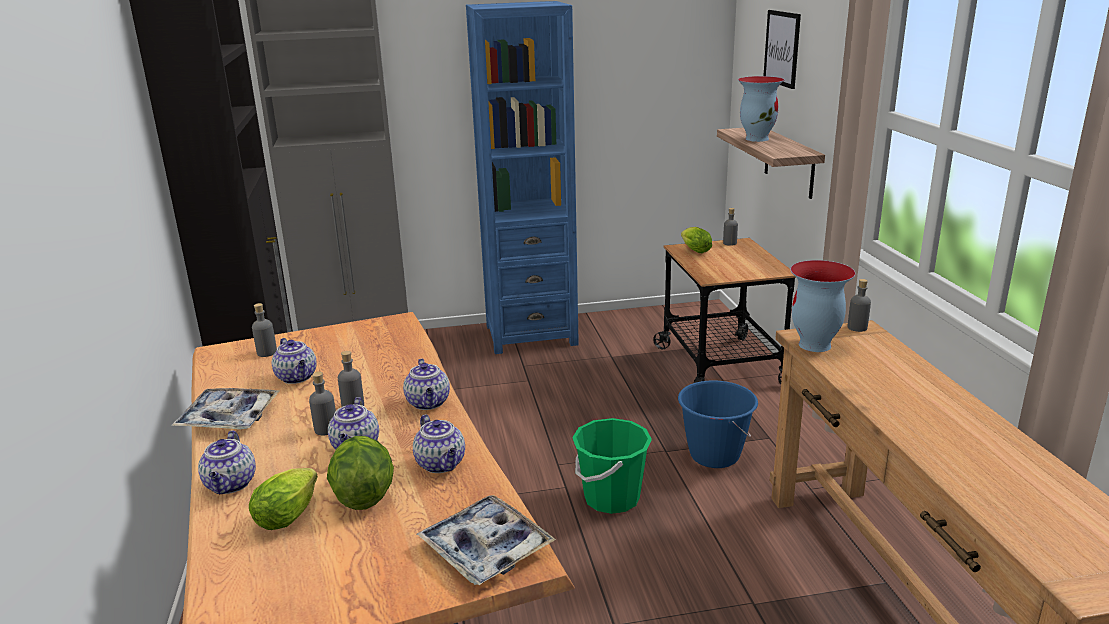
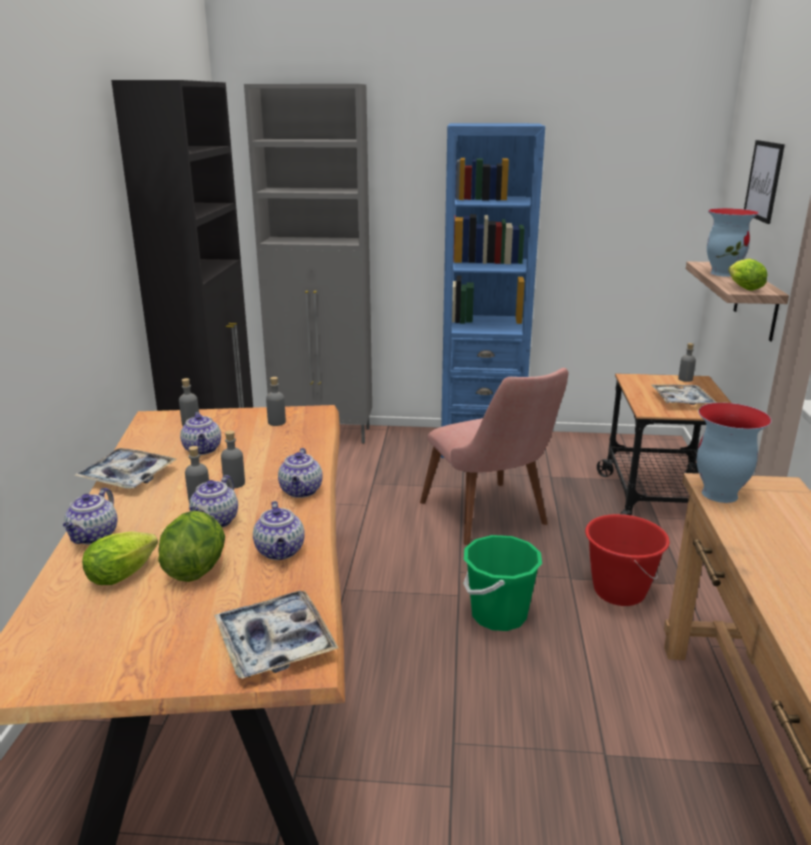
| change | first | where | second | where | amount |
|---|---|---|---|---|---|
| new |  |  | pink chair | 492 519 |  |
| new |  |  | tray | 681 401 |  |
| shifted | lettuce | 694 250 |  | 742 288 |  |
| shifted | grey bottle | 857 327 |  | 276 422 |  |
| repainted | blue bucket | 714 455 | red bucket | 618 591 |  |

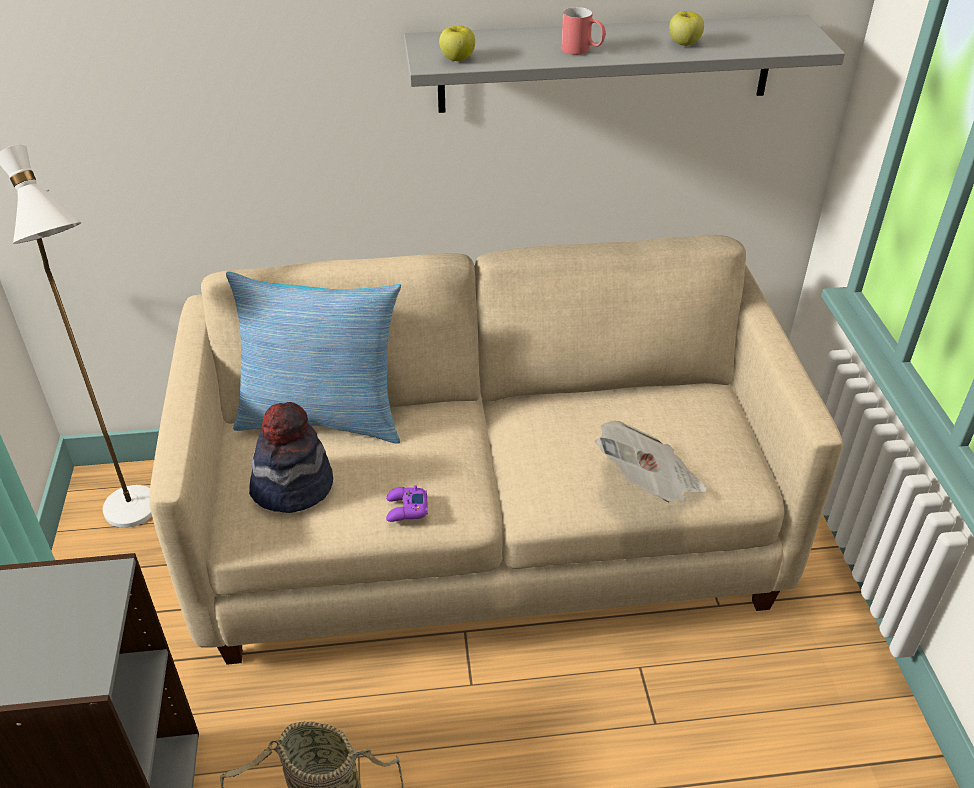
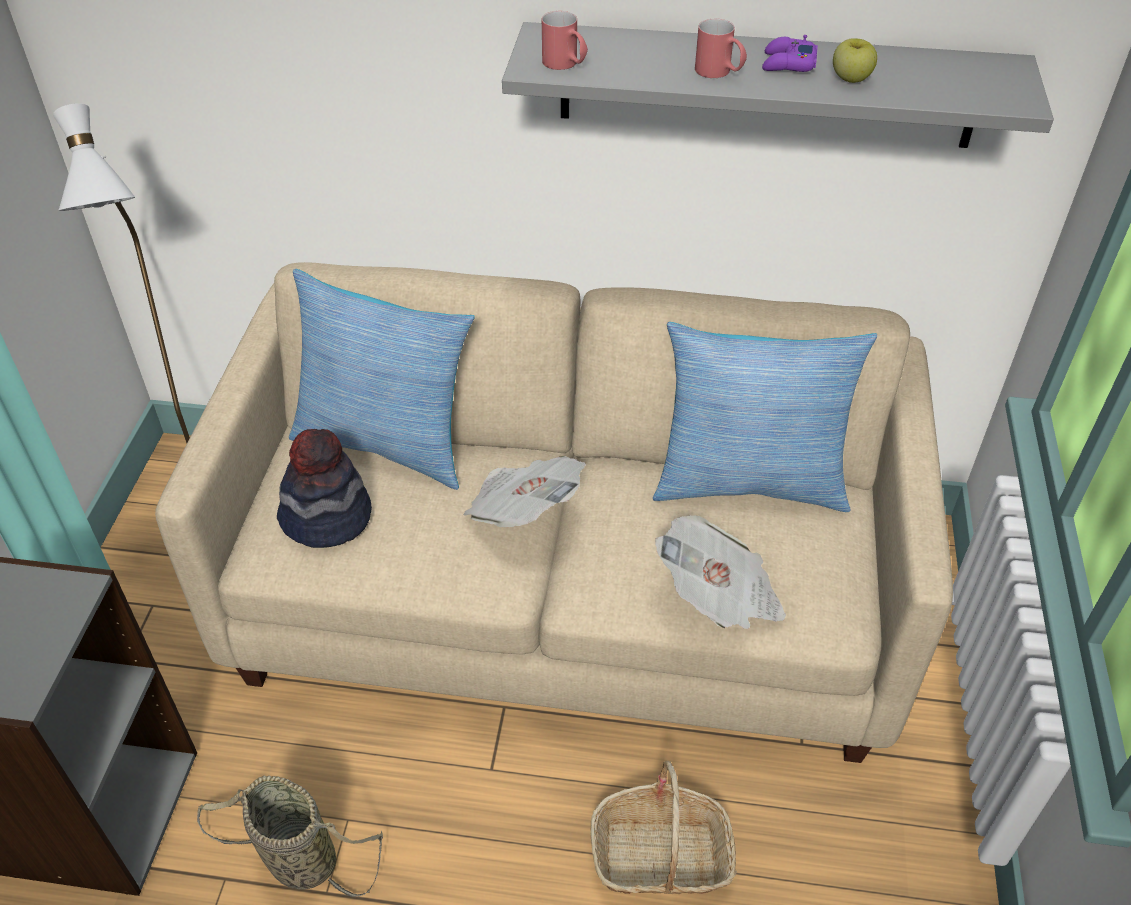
| change | first | where | second | where | amount |
|---|---|---|---|---|---|
| new |  |  | newspaper | 524 510 |  |
| new |  |  | basket | 661 856 |  |
| new |  |  | pillow | 749 481 |  |
| shifted | purple game controller | 406 509 |  | 788 64 |  |
| swapped | apple | 457 58 | red mug | 566 65 |  |

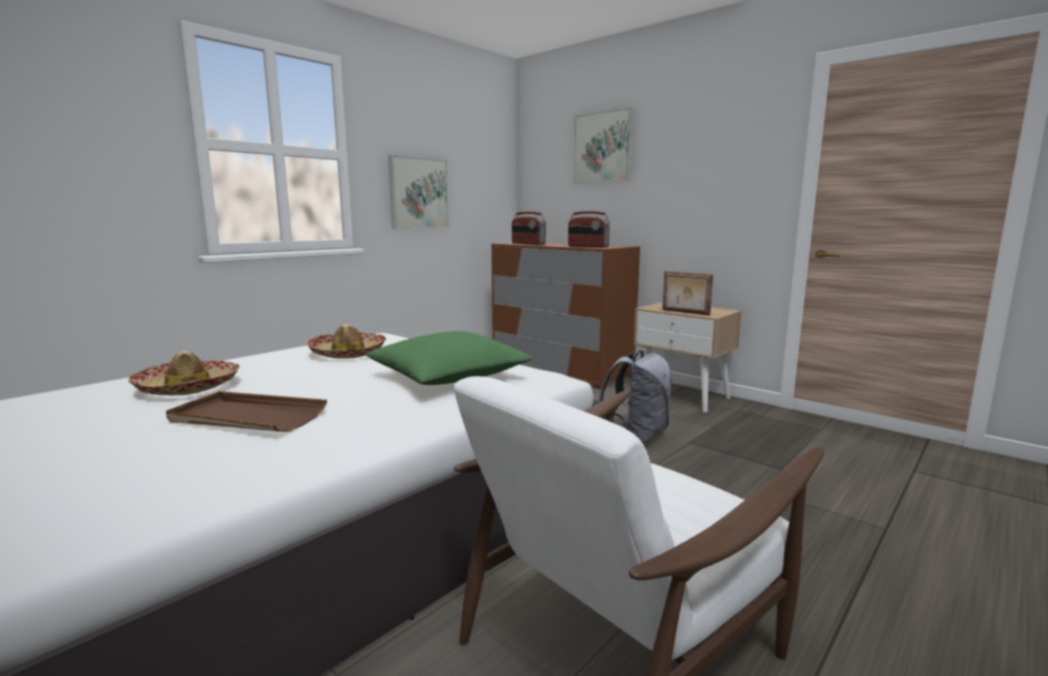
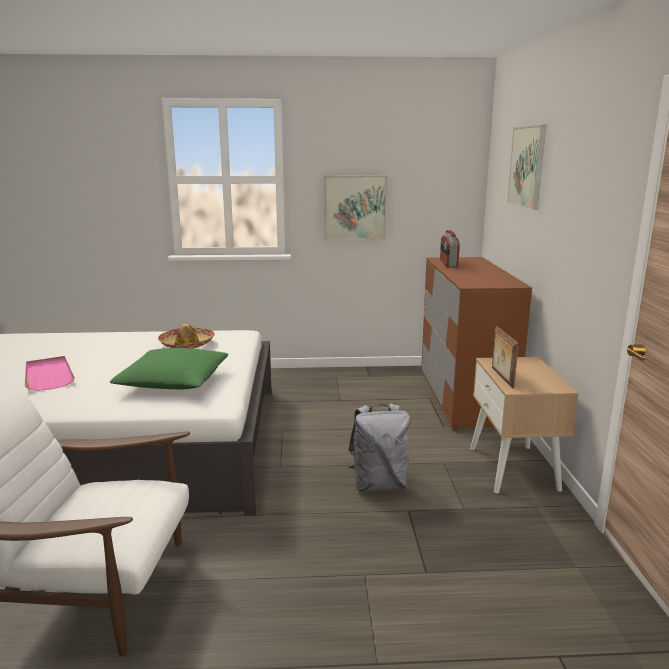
| change | first | where | second | where | amount |
|---|---|---|---|---|---|
| gone | hat | 188 387 |  |  |  |
| gone | radio | 587 247 |  |  |  |
| repainted | brown tray | 247 417 | pink tray | 48 376 |  |

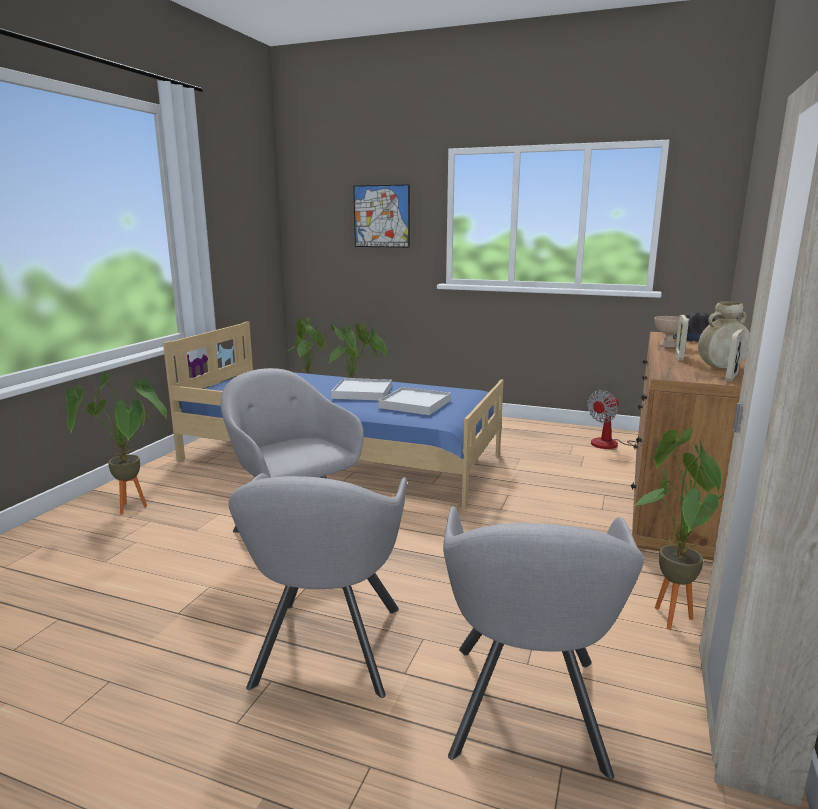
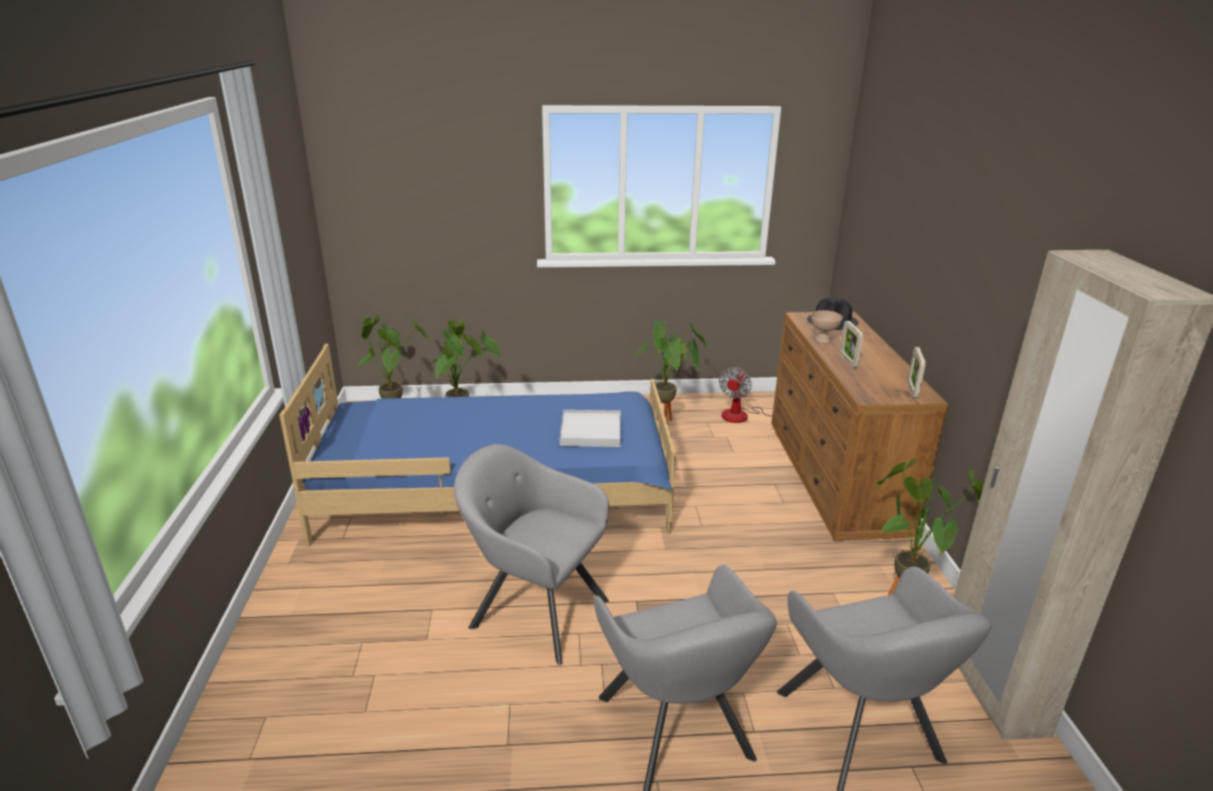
| change | first | where | second | where | amount |
|---|---|---|---|---|---|
| gone | white tray | 362 392 |  |  |  |
| gone | picture | 381 216 |  |  |  |
| gone | beige vase | 721 368 |  |  |  |
| shifted | potted plant | 132 511 |  | 668 425 |  |

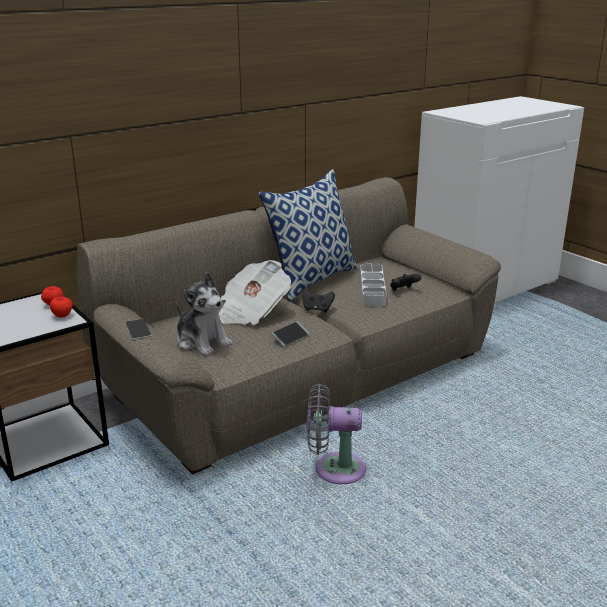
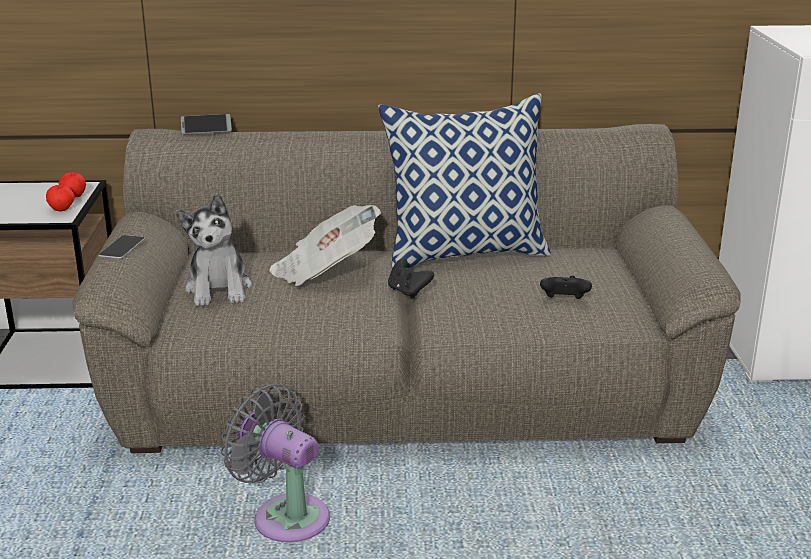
| change | first | where | second | where | amount |
|---|---|---|---|---|---|
| gone | grey tray | 372 289 |  |  |  |
| shifted | phone | 290 337 |  | 206 129 |  |

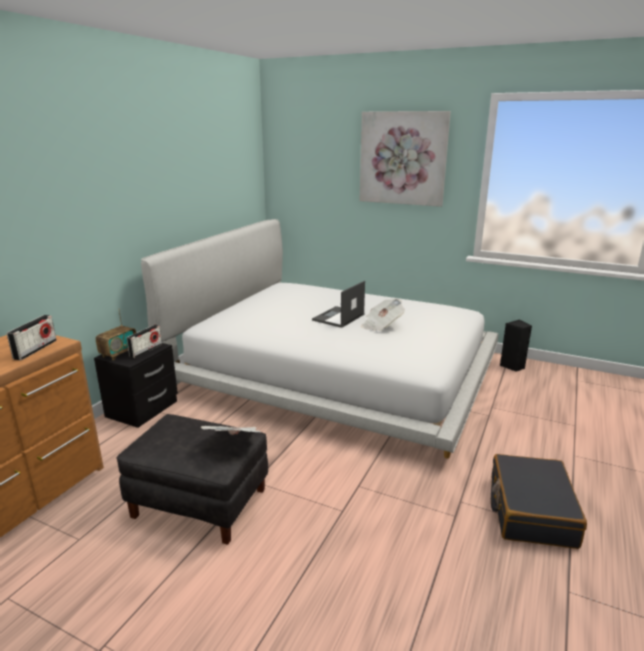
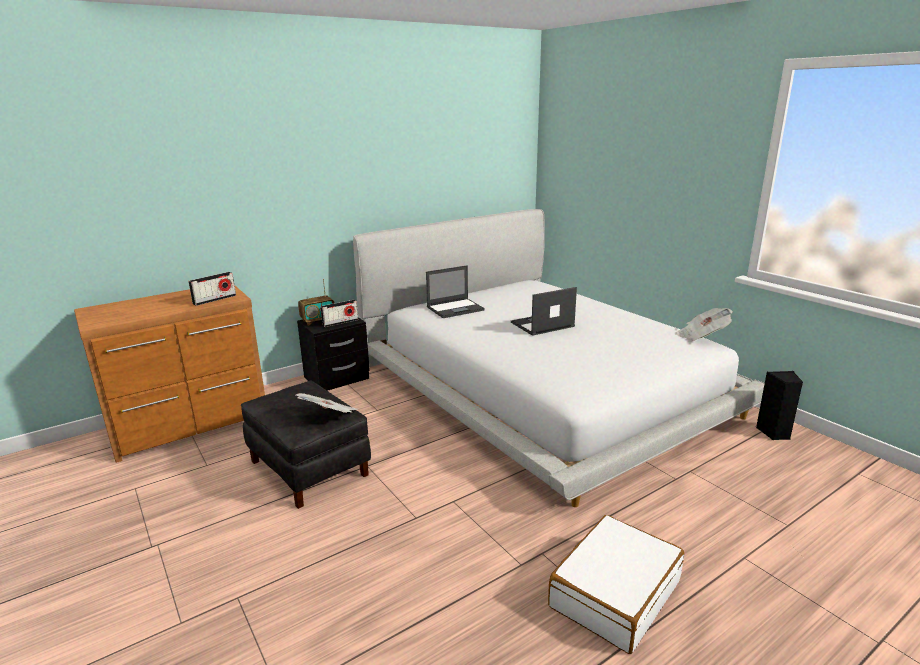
| change | first | where | second | where | amount |
|---|---|---|---|---|---|
| gone | picture | 402 158 |  |  |  |
| new |  |  | laptop | 456 308 |  |
| shifted | newspaper | 381 325 |  | 701 336 |  |
| repainted | black suitcase | 530 511 | white suitcase | 614 593 |  |

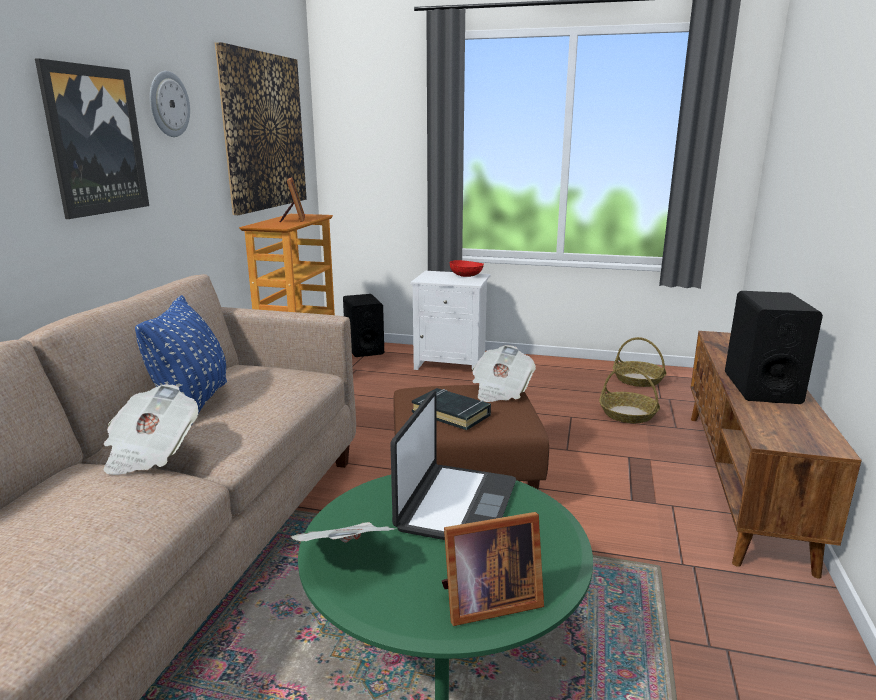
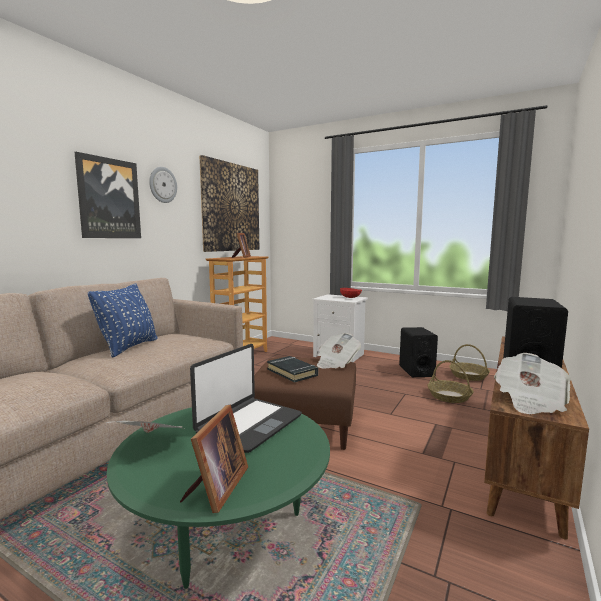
| change | first | where | second | where | amount |
|---|---|---|---|---|---|
| shifted | newspaper | 150 452 |  | 529 401 |  |
| shifted | black speaker | 364 349 |  | 416 371 |  |
| rotated | picture frame | 486 602 |  | 216 488 | 75 degrees counterclockwise |

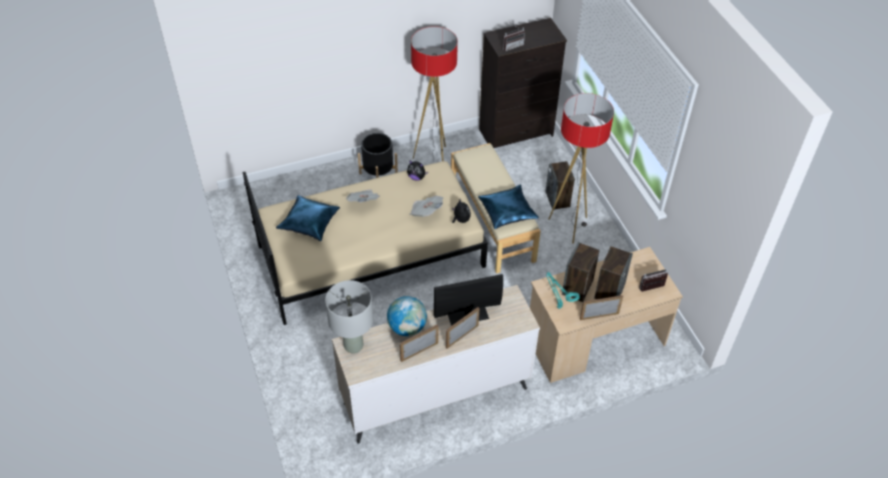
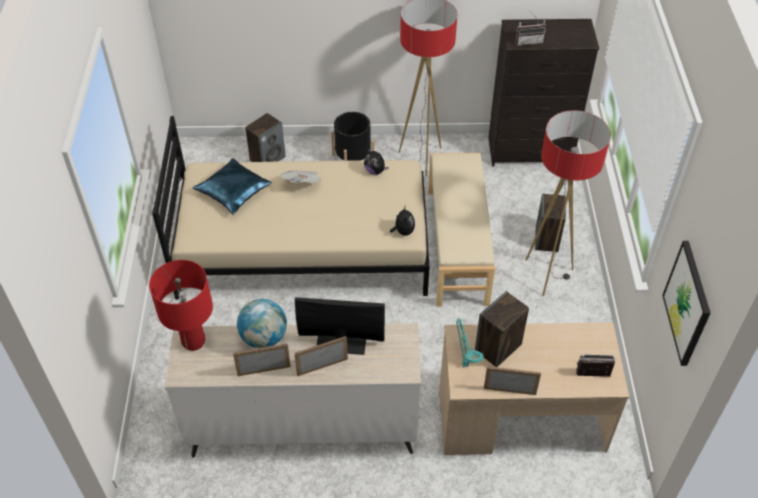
| change | first | where | second | where | amount |
|---|---|---|---|---|---|
| gone | newspaper | 426 212 |  |  |  |
| gone | blue pillow | 507 211 |  |  |  |
| new |  |  | picture | 687 303 |  |
| shifted | speaker | 609 291 |  | 267 158 |  |
| repainted | grey table lamp | 353 345 | red table lamp | 193 341 |  |

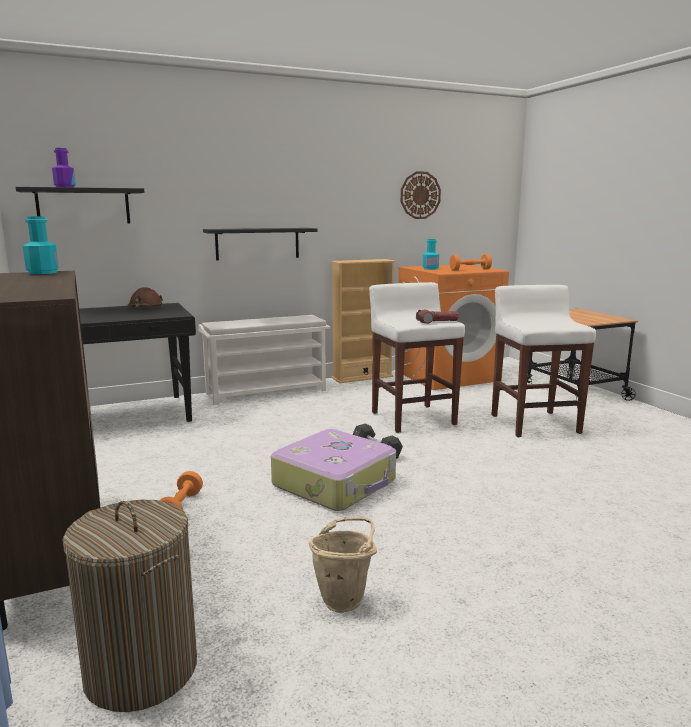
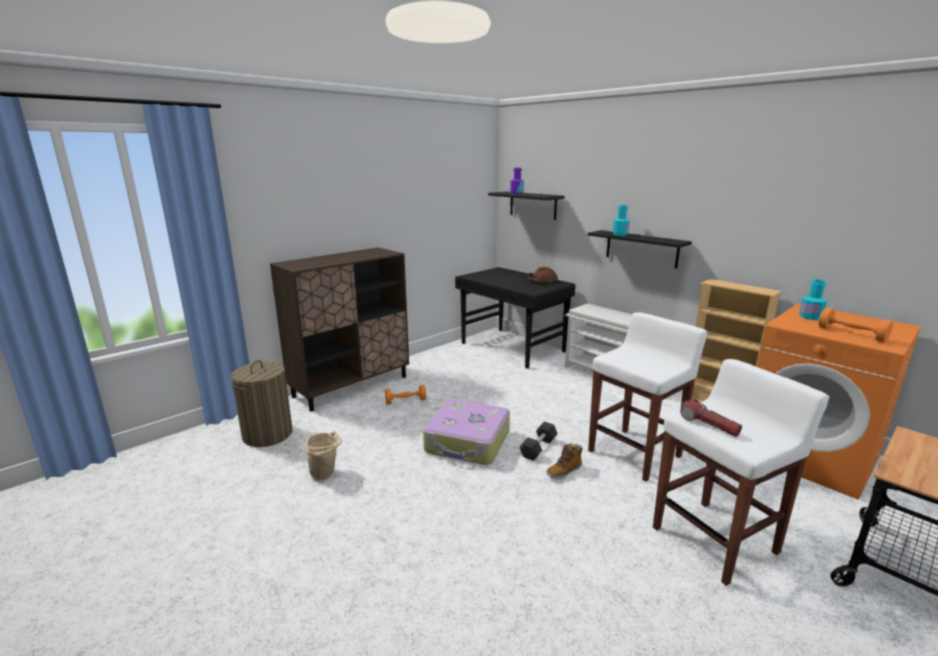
| change | first | where | second | where | amount |
|---|---|---|---|---|---|
| gone | wall clock | 420 195 |  |  |  |
| new |  |  | boot | 564 471 |  |
| shifted | turquoise bottle | 43 272 |  | 620 234 |  |
| shifted | flashlight | 437 322 |  | 708 425 |  |

